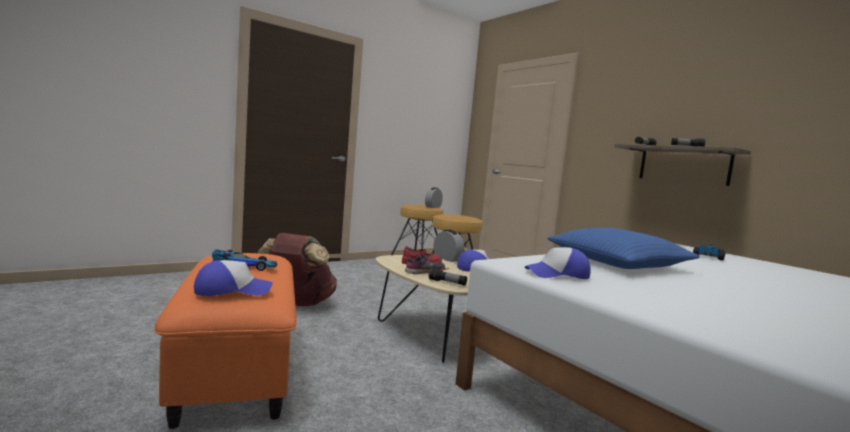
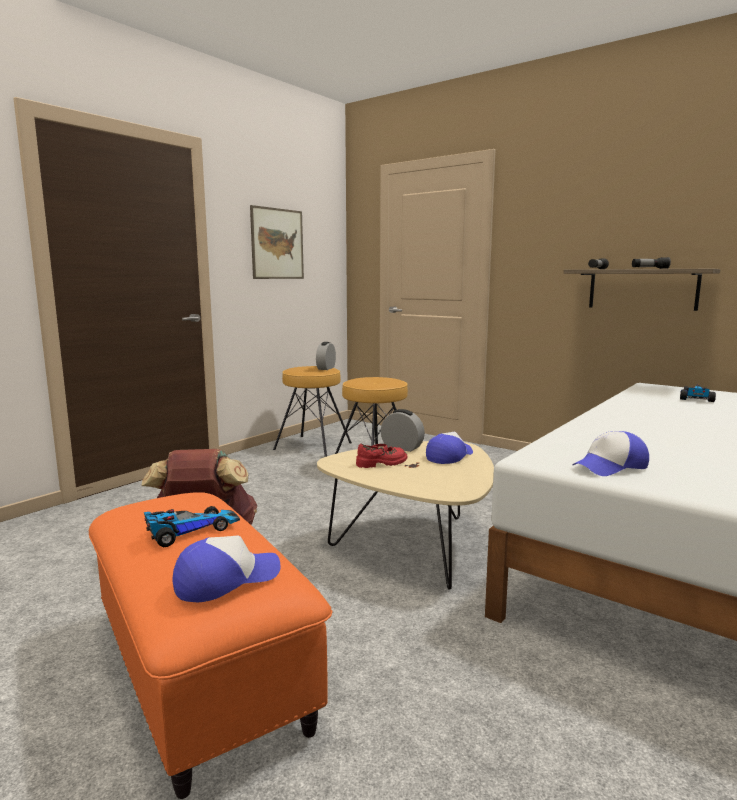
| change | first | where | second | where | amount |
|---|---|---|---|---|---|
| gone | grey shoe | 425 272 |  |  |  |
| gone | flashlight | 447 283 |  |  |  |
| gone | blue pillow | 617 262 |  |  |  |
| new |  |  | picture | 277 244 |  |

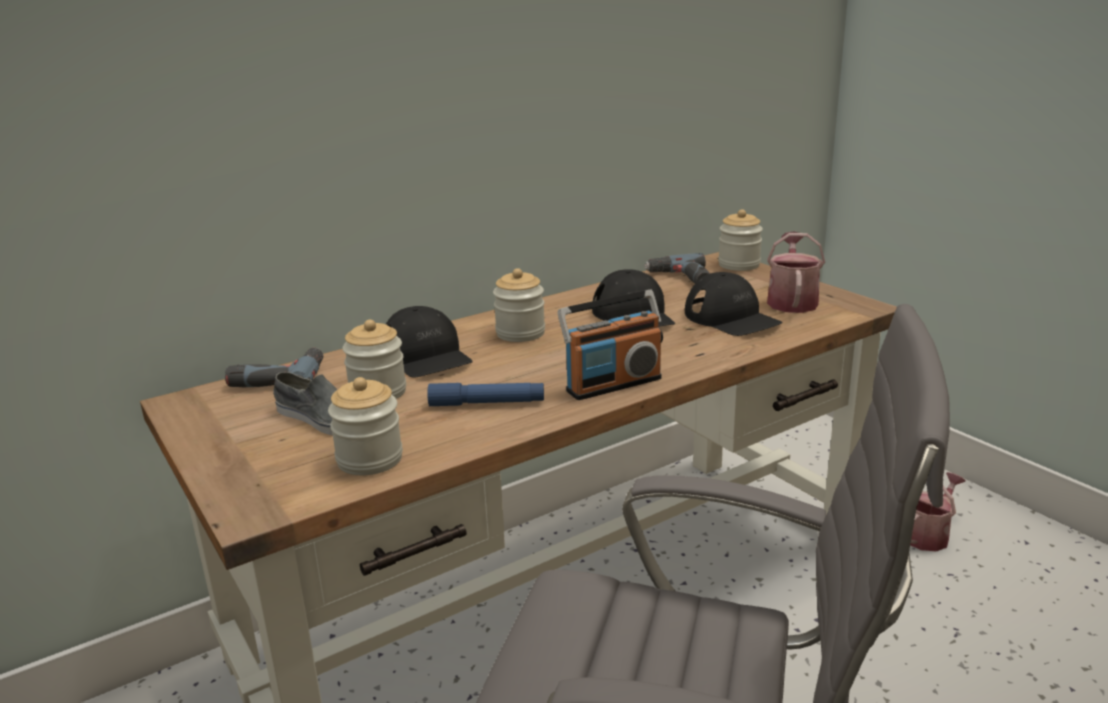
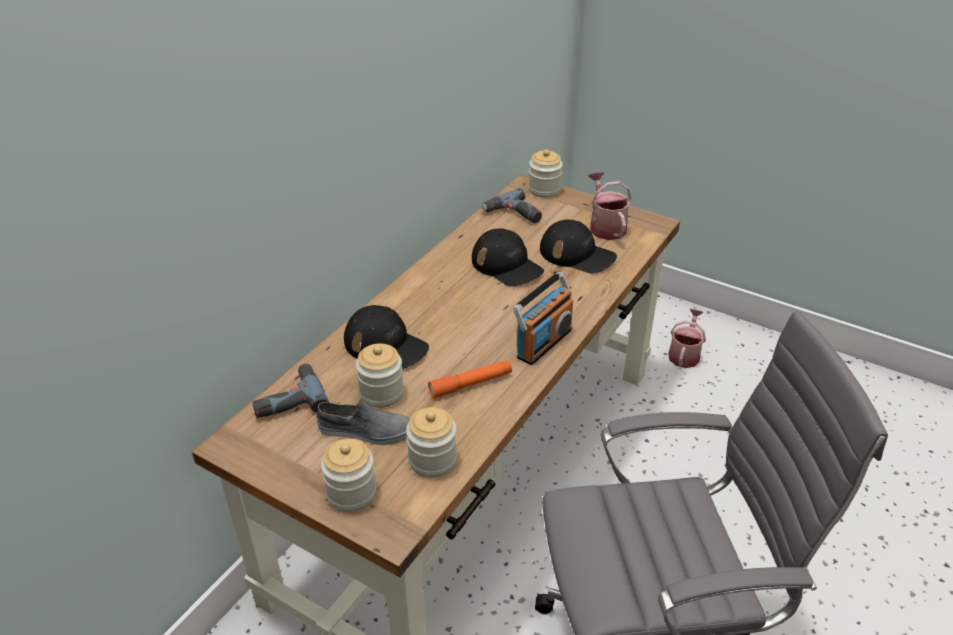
| change | first | where | second | where | amount |
|---|---|---|---|---|---|
| shifted | jar | 520 333 |  | 351 493 |  |
| repainted | blue flashlight | 487 403 | orange flashlight | 471 384 |  |

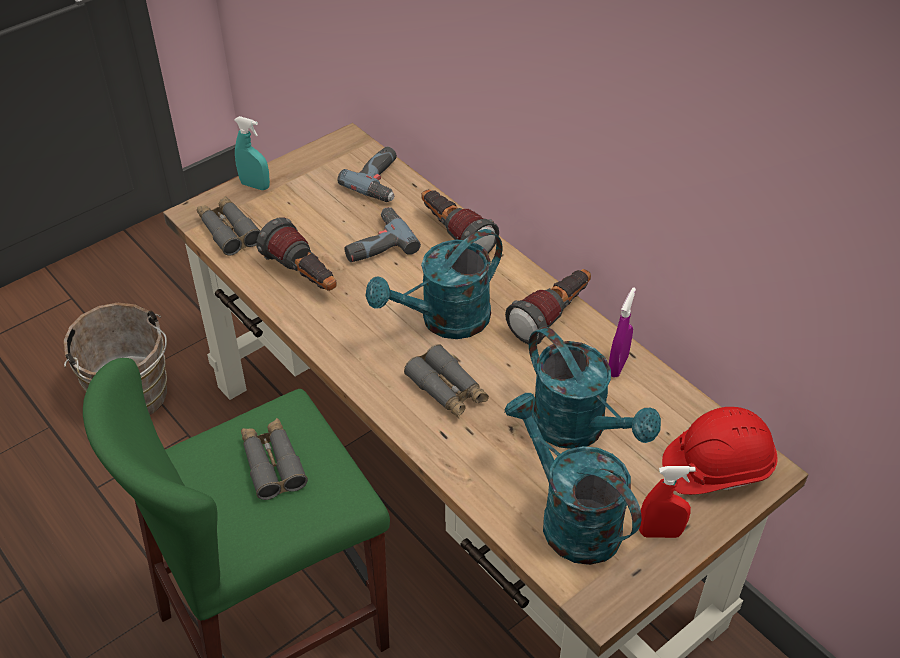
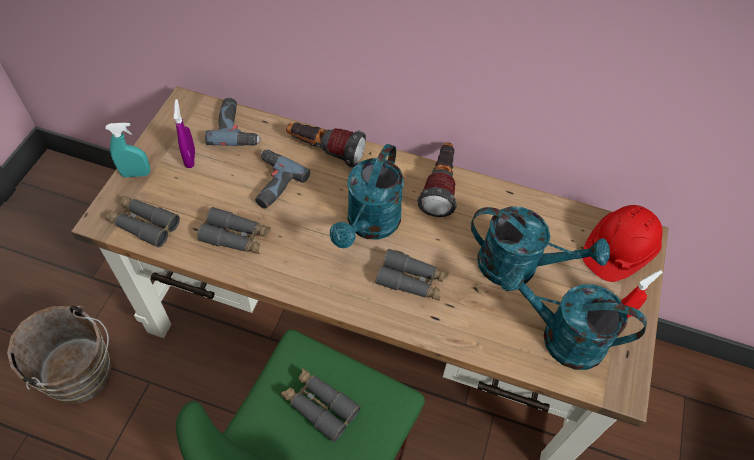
| change | first | where | second | where | amount |
|---|---|---|---|---|---|
| shifted | purple spray bottle | 617 366 |  | 190 158 |  |
| swapped | flashlight | 303 276 | grey binoculars | 236 237 |  |

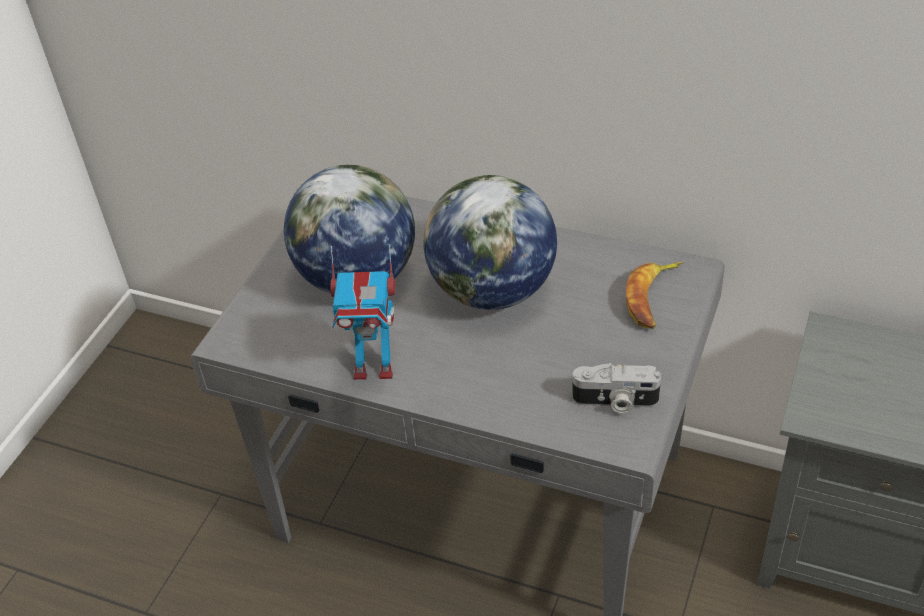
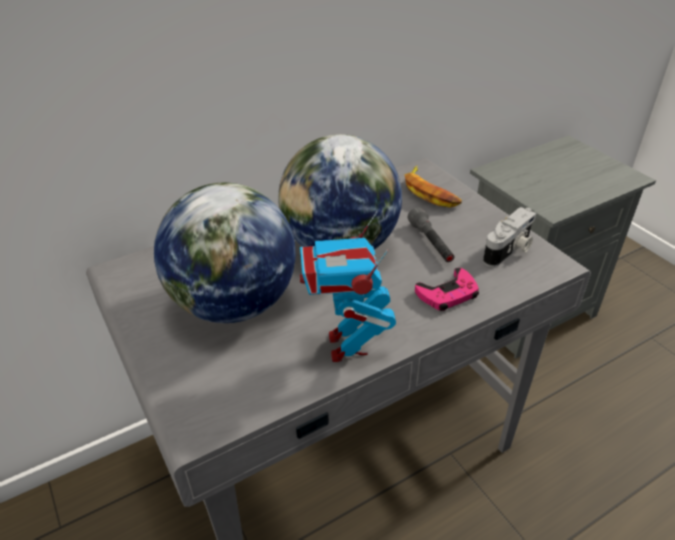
| change | first | where | second | where | amount |
|---|---|---|---|---|---|
| new |  |  | grey flashlight | 431 243 |  |
| new |  |  | pink game controller | 448 294 |  |
| rotated | toy robot | 374 366 |  | 347 346 | 135 degrees clockwise |

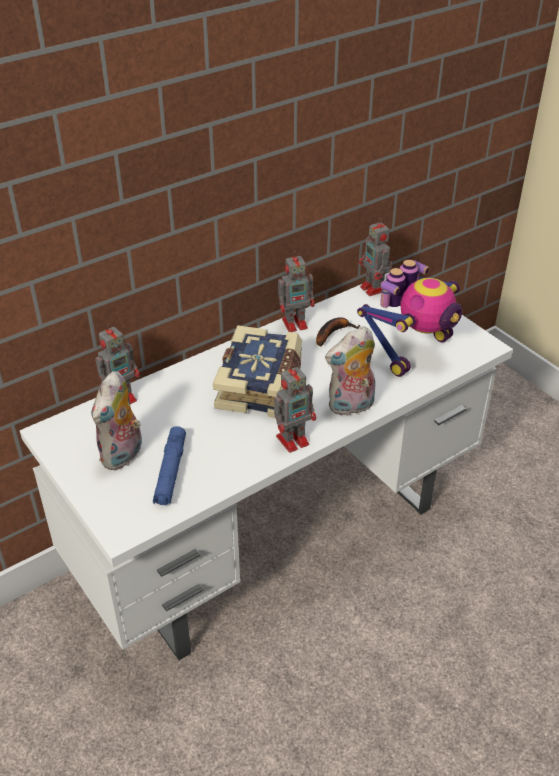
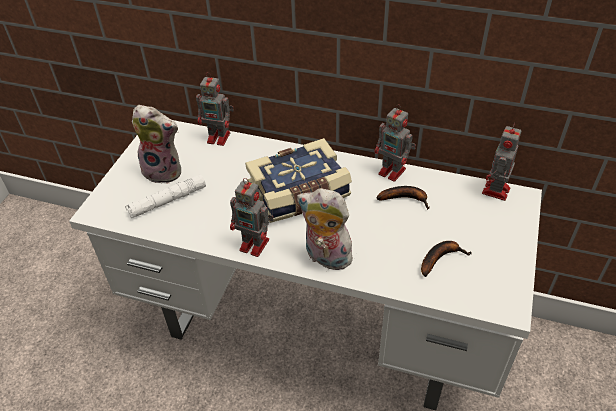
| change | first | where | second | where | amount |
|---|---|---|---|---|---|
| swapped | toy robot | 411 350 | banana | 440 258 |  |
| repainted | blue flashlight | 170 472 | white flashlight | 167 201 |  |
| rotated | plush toy | 123 456 |  | 165 171 | 150 degrees counterclockwise |

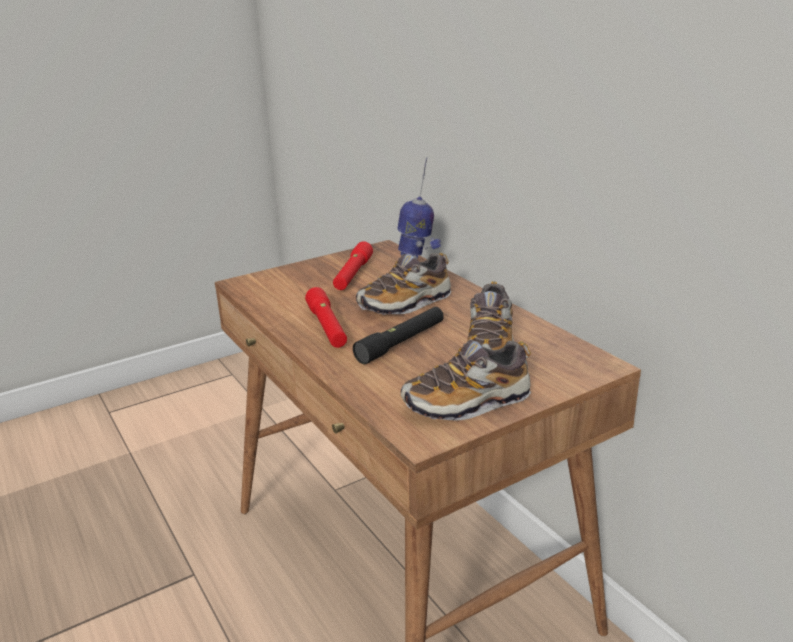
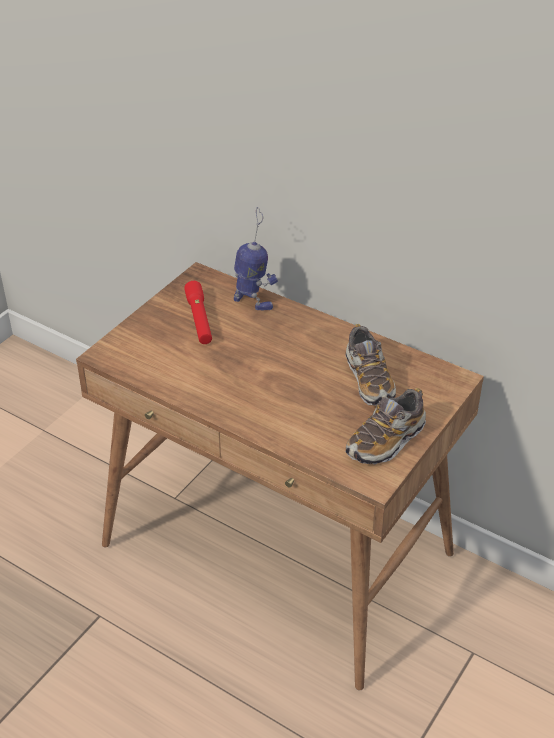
| change | first | where | second | where | amount |
|---|---|---|---|---|---|
| gone | red flashlight | 327 327 |  |  |  |
| gone | black flashlight | 401 342 |  |  |  |
| gone | shoe | 405 303 |  |  |  |

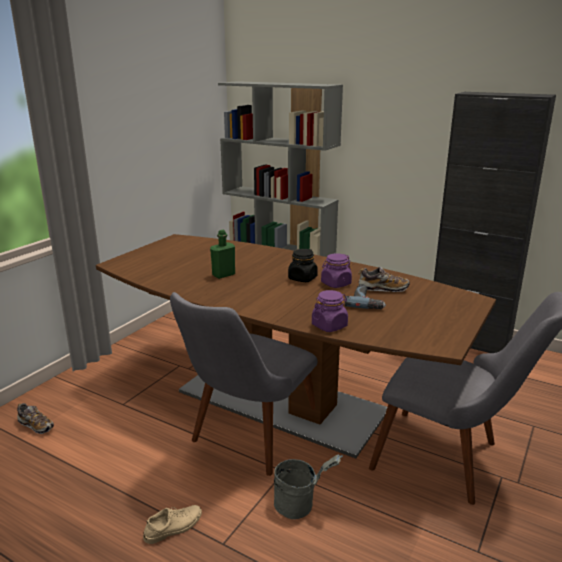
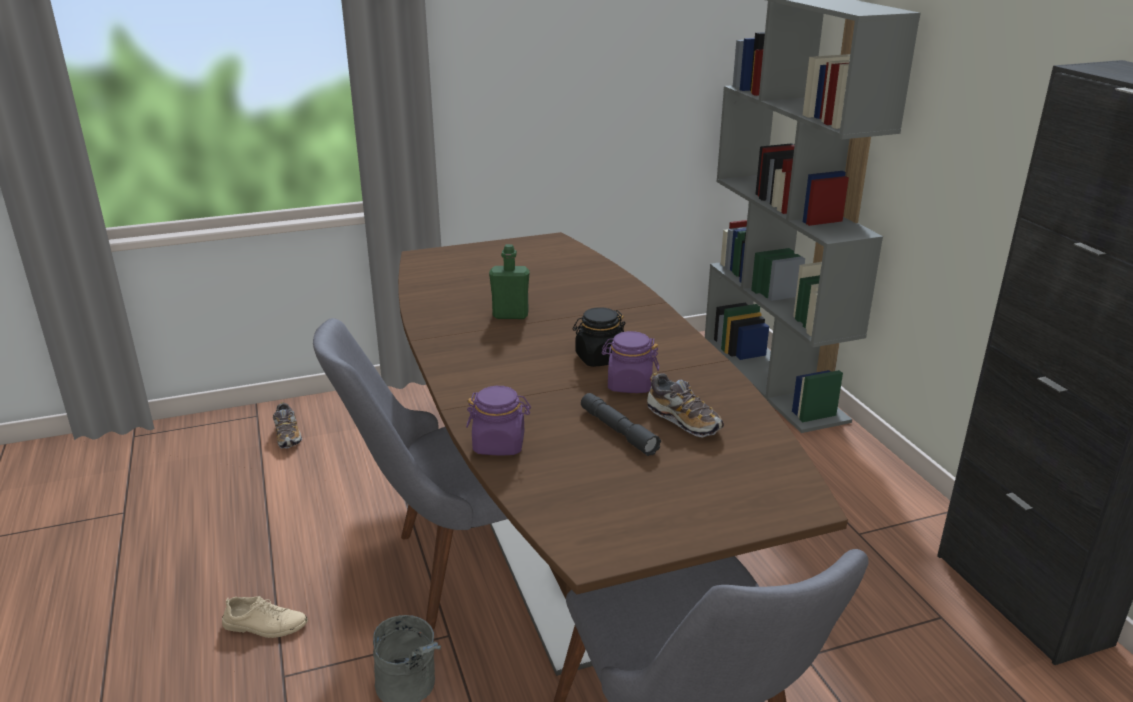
| change | first | where | second | where | amount |
|---|---|---|---|---|---|
| swapped | power drill | 366 302 | grey flashlight | 618 431 |  |

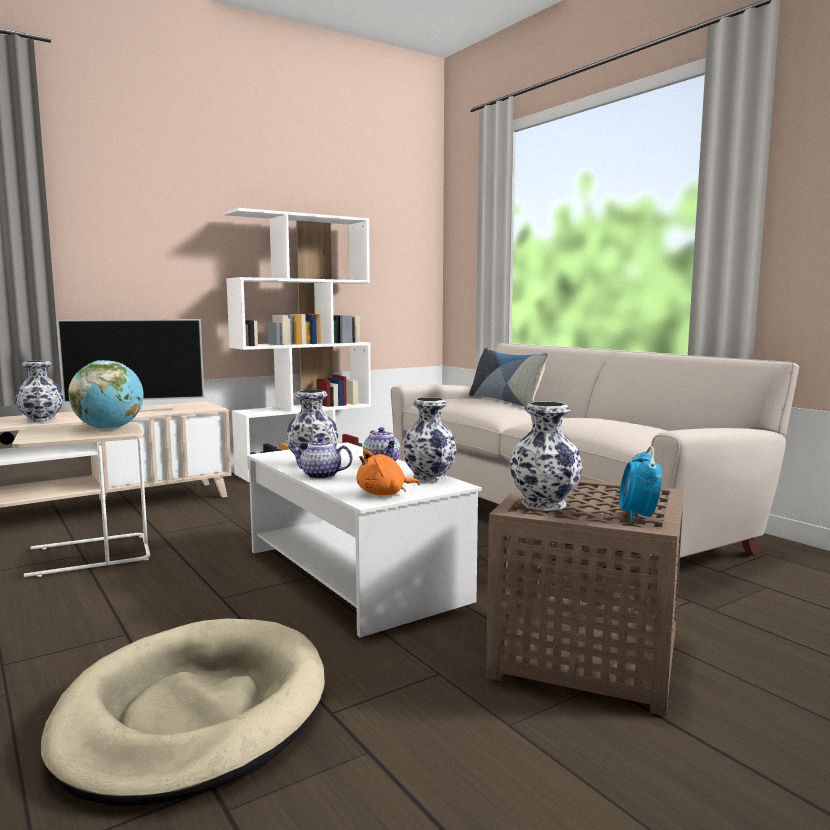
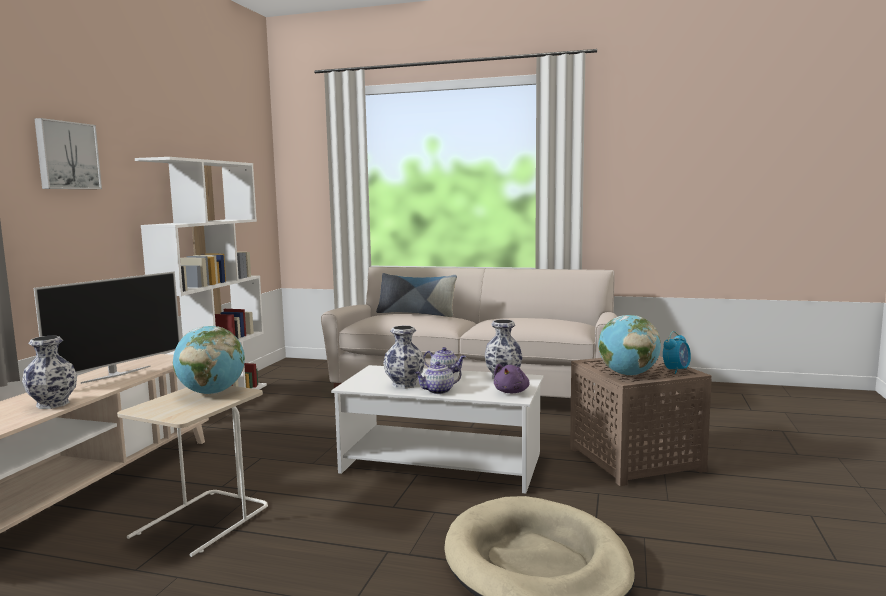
| change | first | where | second | where | amount |
|---|---|---|---|---|---|
| new |  |  | picture | 66 155 |  |
| swapped | vase | 544 504 | globe | 628 374 |  |
| repainted | orange plush toy | 384 494 | purple plush toy | 512 392 |  |
| rotated | alarm clock | 638 516 |  | 676 370 | 105 degrees counterclockwise |

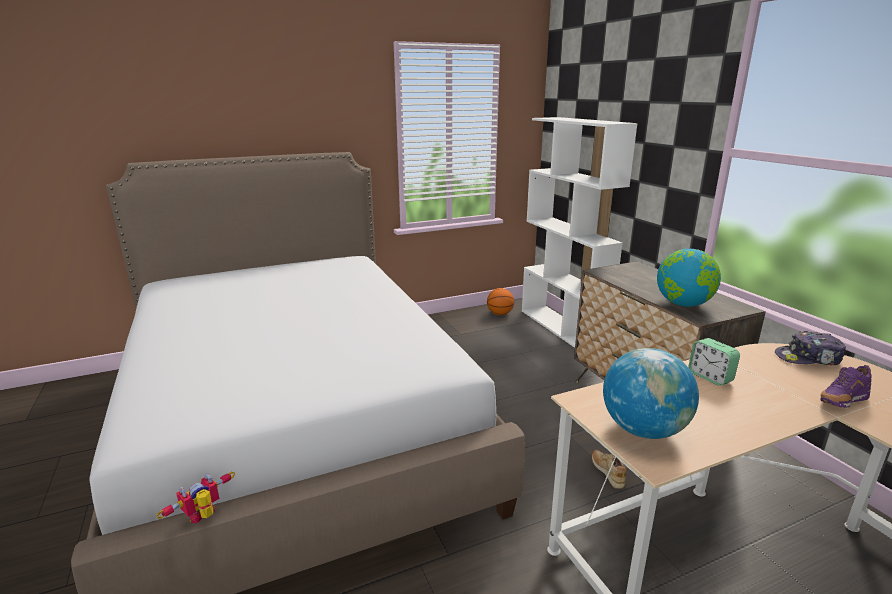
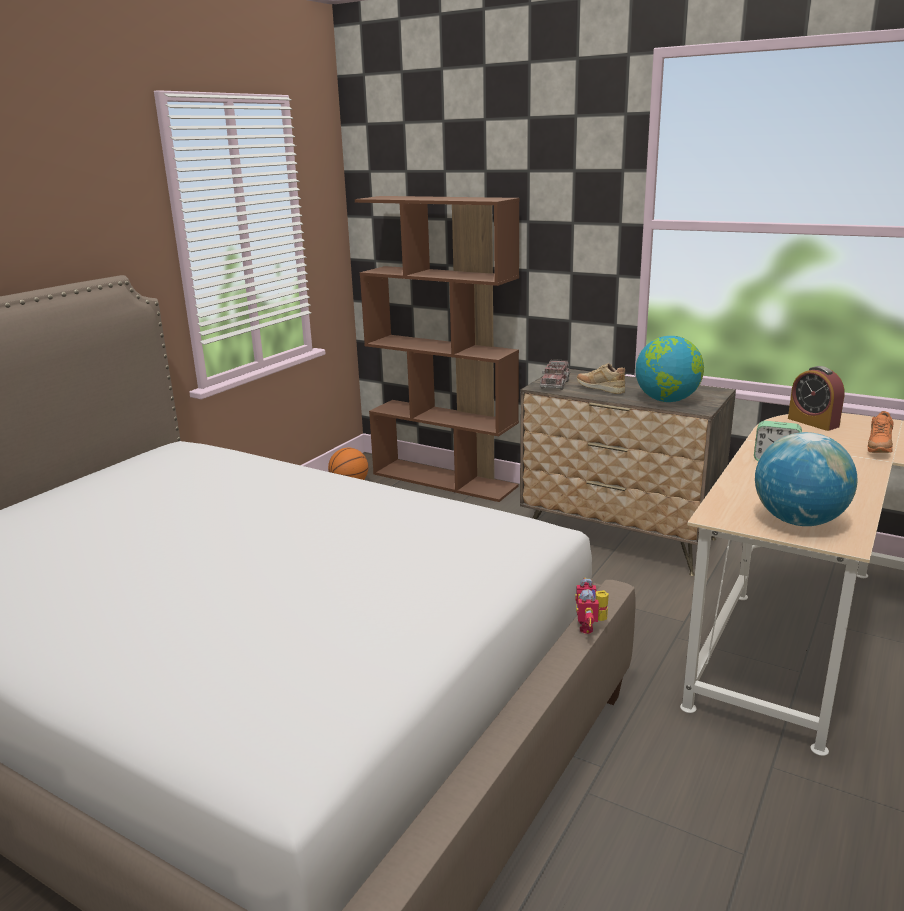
| change | first | where | second | where | amount |
|---|---|---|---|---|---|
| new |  |  | toy truck | 555 384 |  |
| shifted | toy robot | 204 517 |  | 591 626 |  |
| shifted | beige shoe | 607 473 |  | 600 390 |  |
| swapped | cap | 808 358 | alarm clock | 813 422 |  |
| repainted | white bookcase | 563 328 | brown bookcase | 445 480 |  |
| repainted | purple shoe | 841 402 | orange shoe | 878 449 |  |

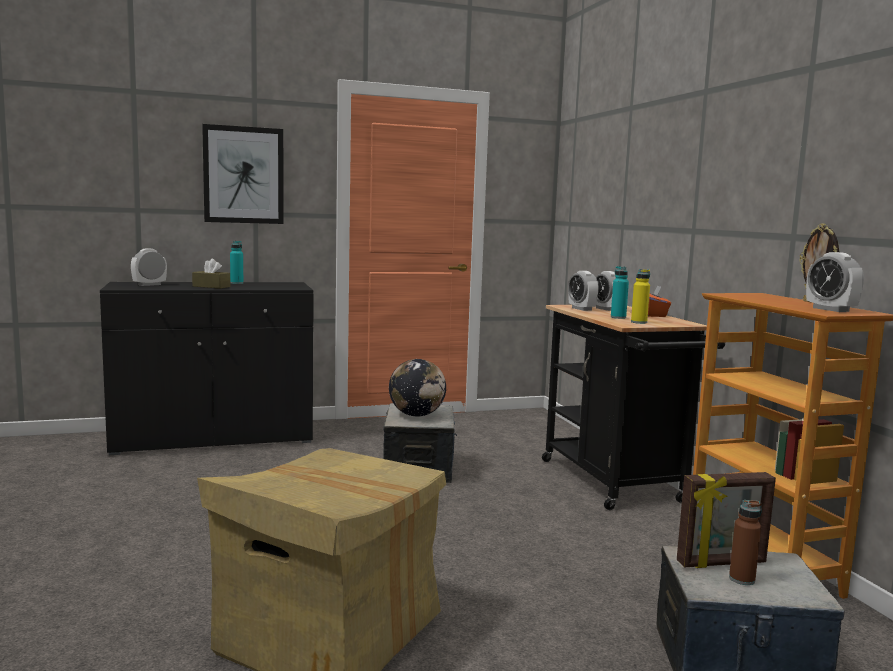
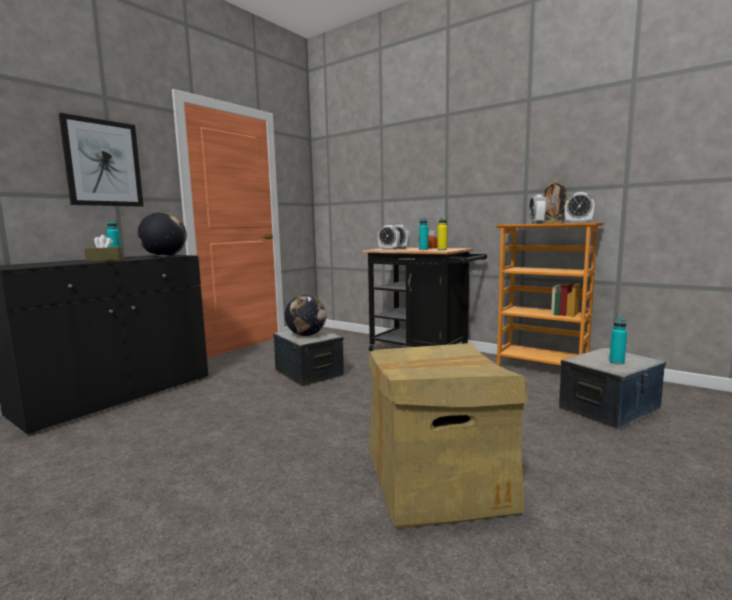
| change | first | where | second | where | amount |
|---|---|---|---|---|---|
| gone | picture frame | 722 563 |  |  |  |
| new |  |  | globe | 164 256 |  |
| shifted | alarm clock | 149 285 |  | 537 223 |  |
| repainted | brown bottle | 742 579 | turquoise bottle | 616 362 |  |

